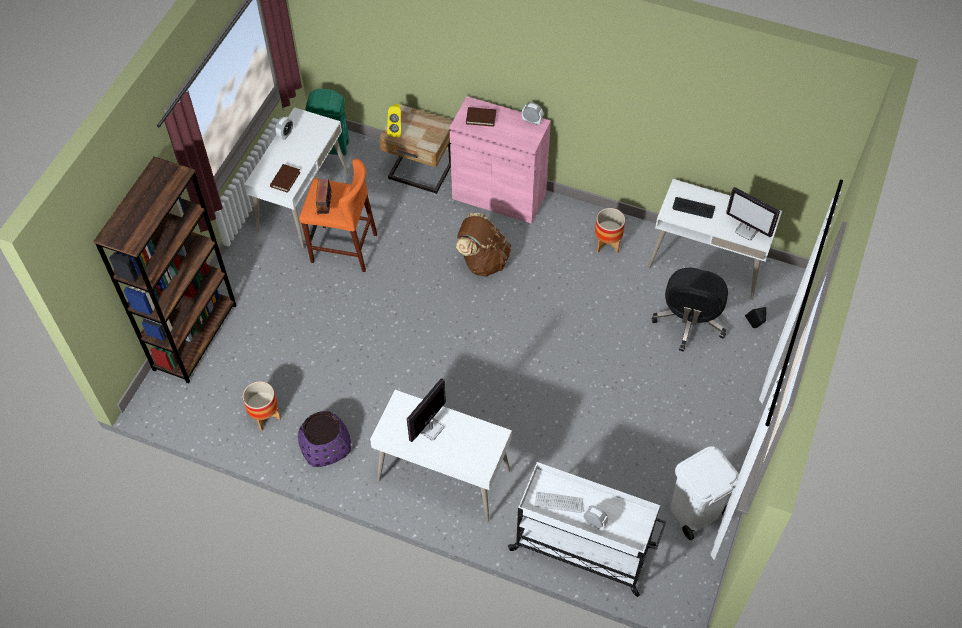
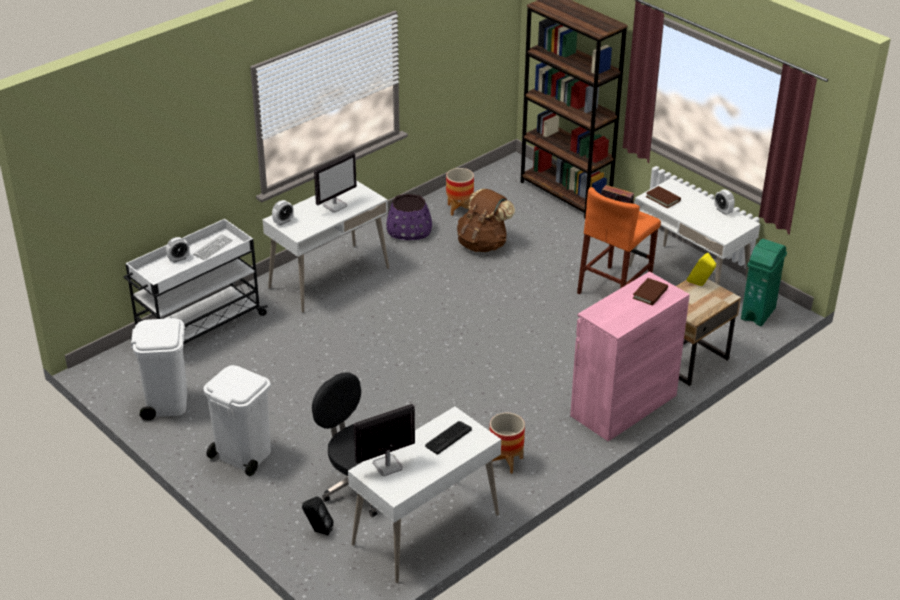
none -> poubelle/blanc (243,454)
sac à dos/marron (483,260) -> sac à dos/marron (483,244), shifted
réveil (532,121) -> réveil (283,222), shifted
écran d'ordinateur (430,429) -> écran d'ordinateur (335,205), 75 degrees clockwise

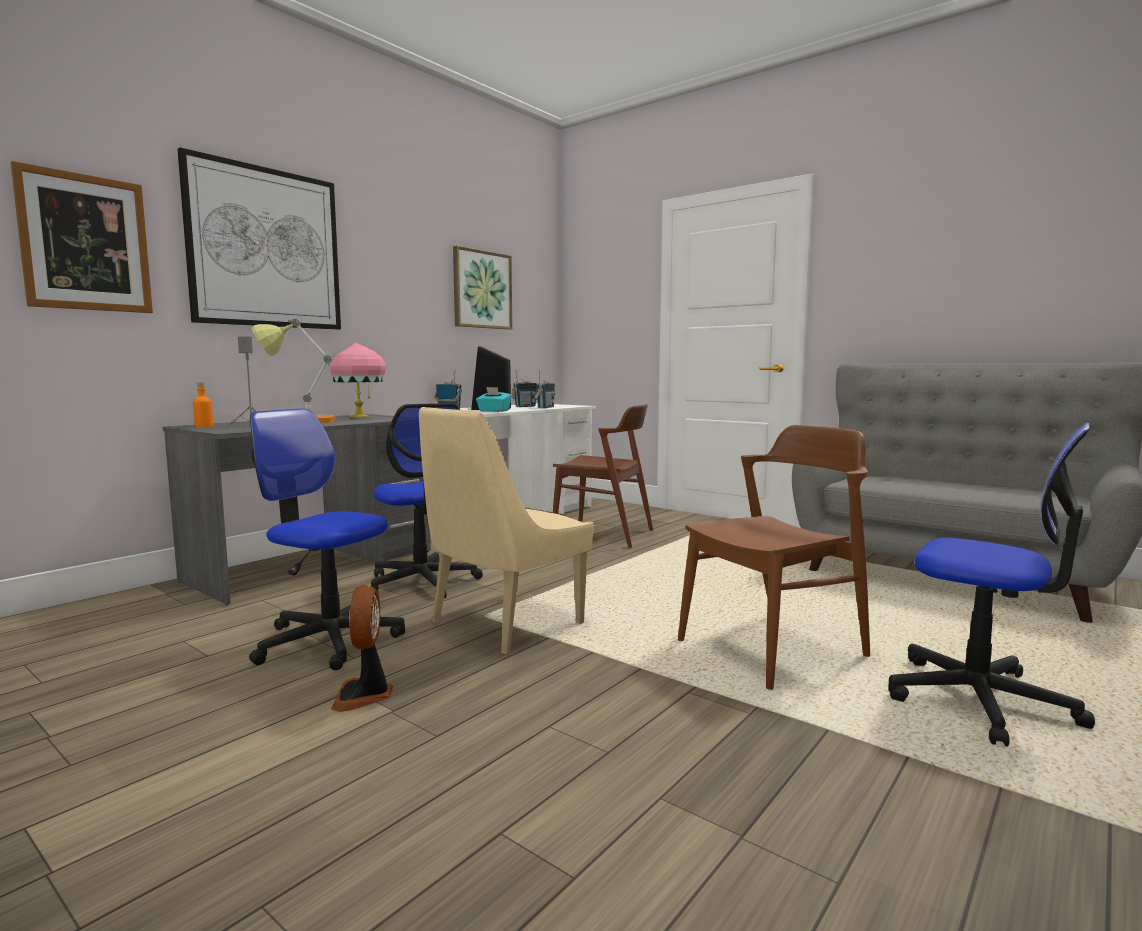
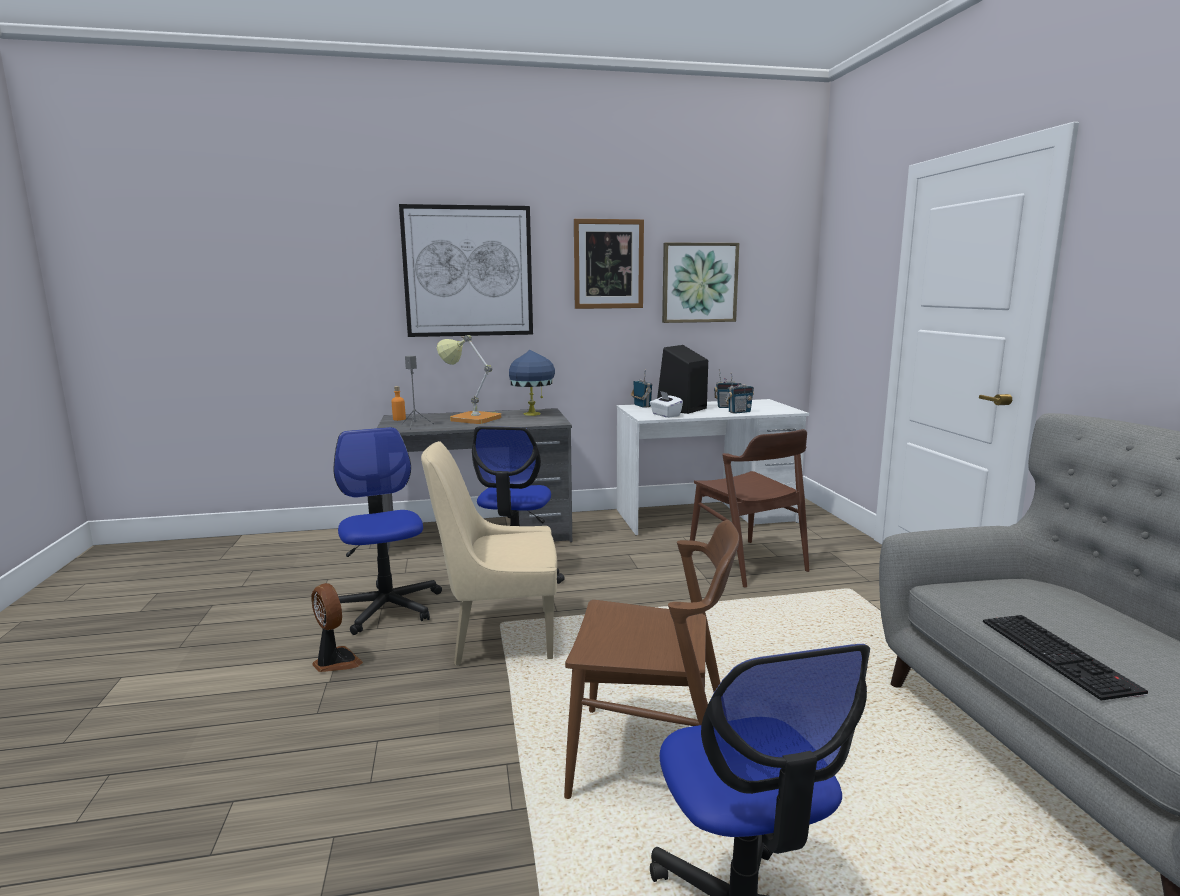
none -> clavier (1060,656)
tableau (86,243) -> tableau (608,264), shifted
lampe de table/rose (360,416) -> lampe de table/bleu (532,414)
boîte à mouchoirs/turquoise (493,411) -> boîte à mouchoirs/blanc (665,415)
ventilateur (364,695) -> ventilateur (335,662), 105 degrees clockwise

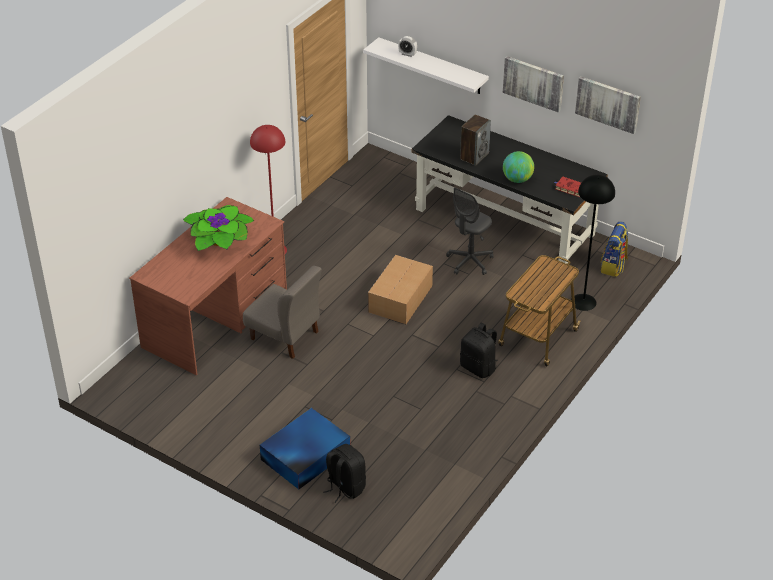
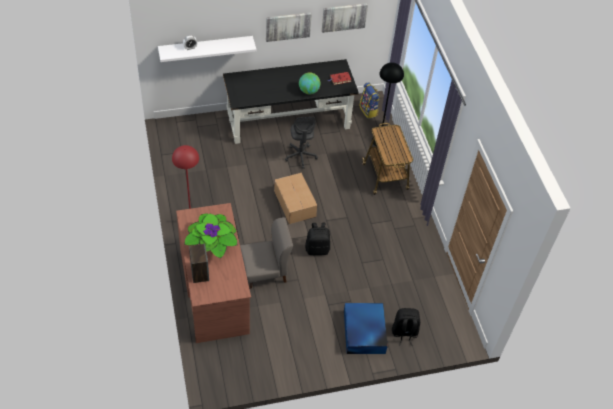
enceinte (474,156) -> enceinte (199,273), shifted
sac à dos/noir (479,367) -> sac à dos/noir (317,249), shifted

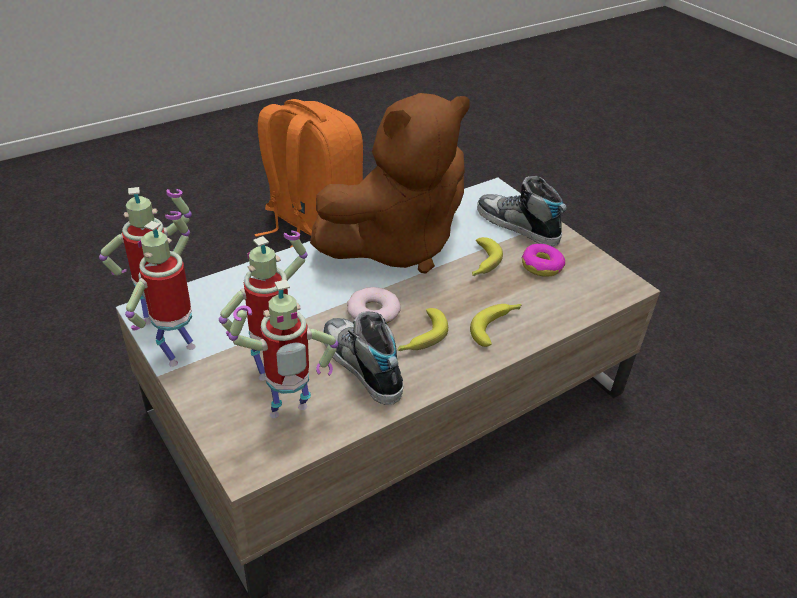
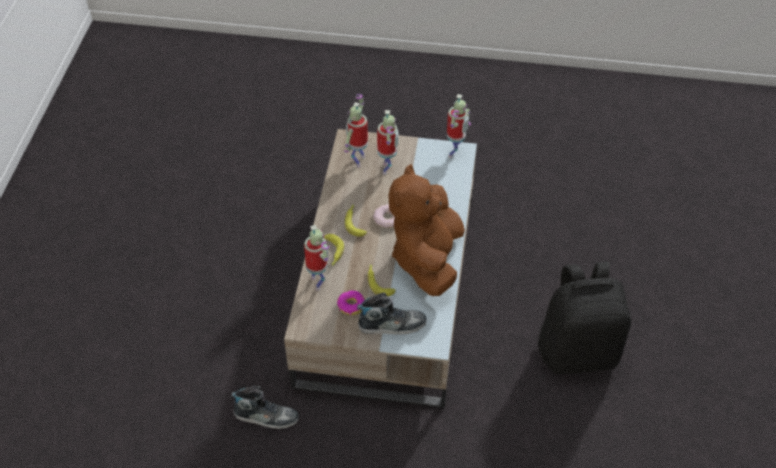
robot jouet (178,352) -> robot jouet (318,282), shifted
chaussure (361,365) -> chaussure (266,416), shifted
sac à dos/orange (310,226) -> sac à dos/noir (578,351)

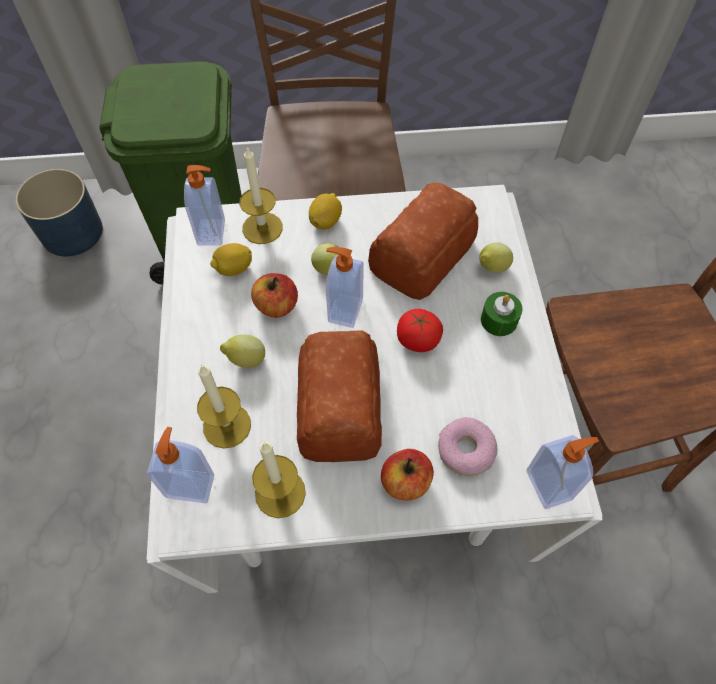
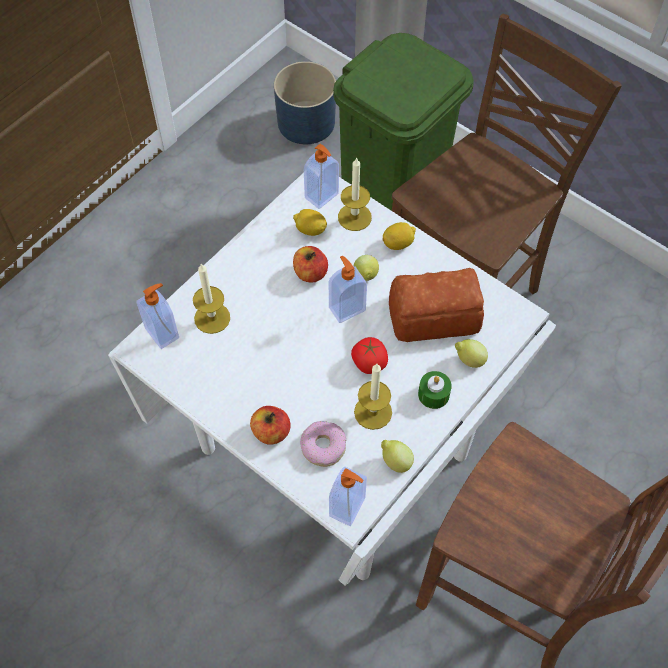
pain (341,404) -> none
citron (246,360) -> citron (395,461), shifted
bougie (280,493) -> bougie (373,412), shifted

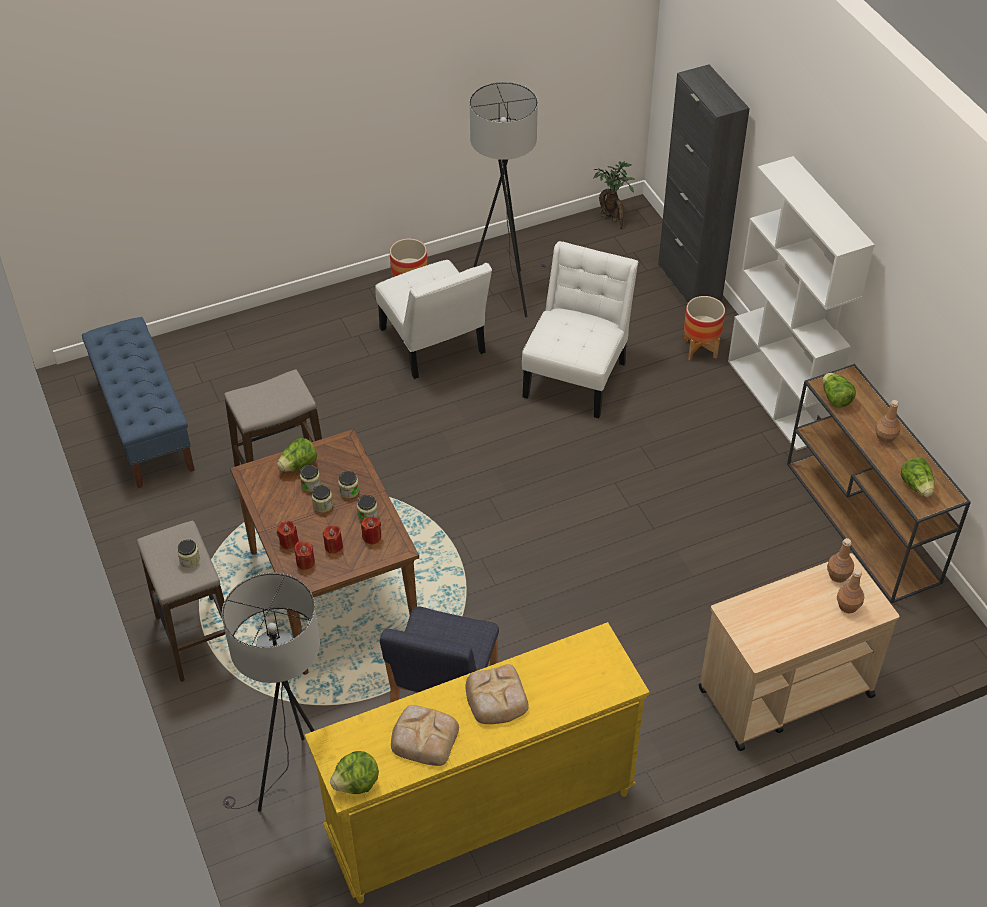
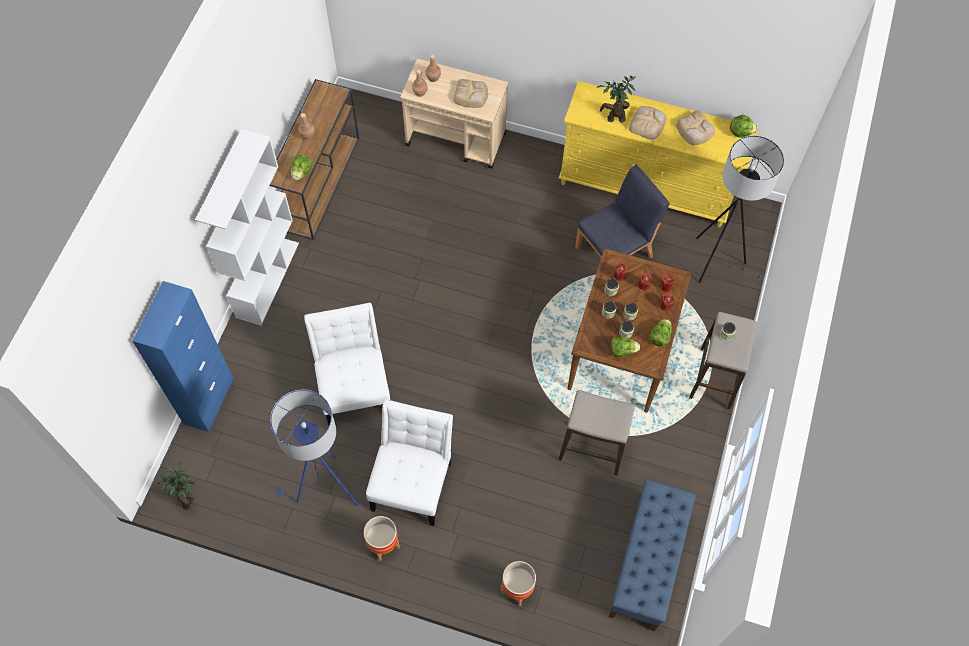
none -> pain (471,95)
none -> plante en pot (613,117)
cache-pot (700,349) -> cache-pot (517,589), shifted
laitue (916,486) -> laitue (660,337), shifted
lampadaire/gris (505,291) -> lampadaire/bleu (325,491)
meuble de rangement/noir (689,282) -> meuble de rangement/bleu (208,401)
chaise/blanc (577,375) -> chaise/blanc (354,386), 105 degrees clockwise

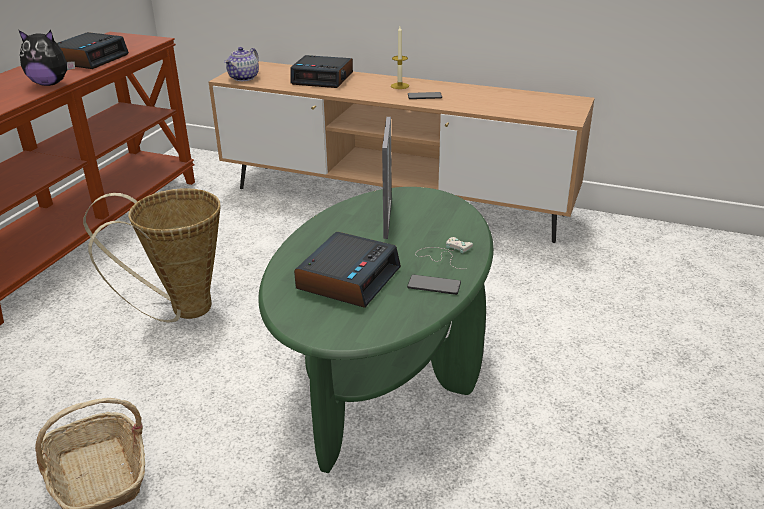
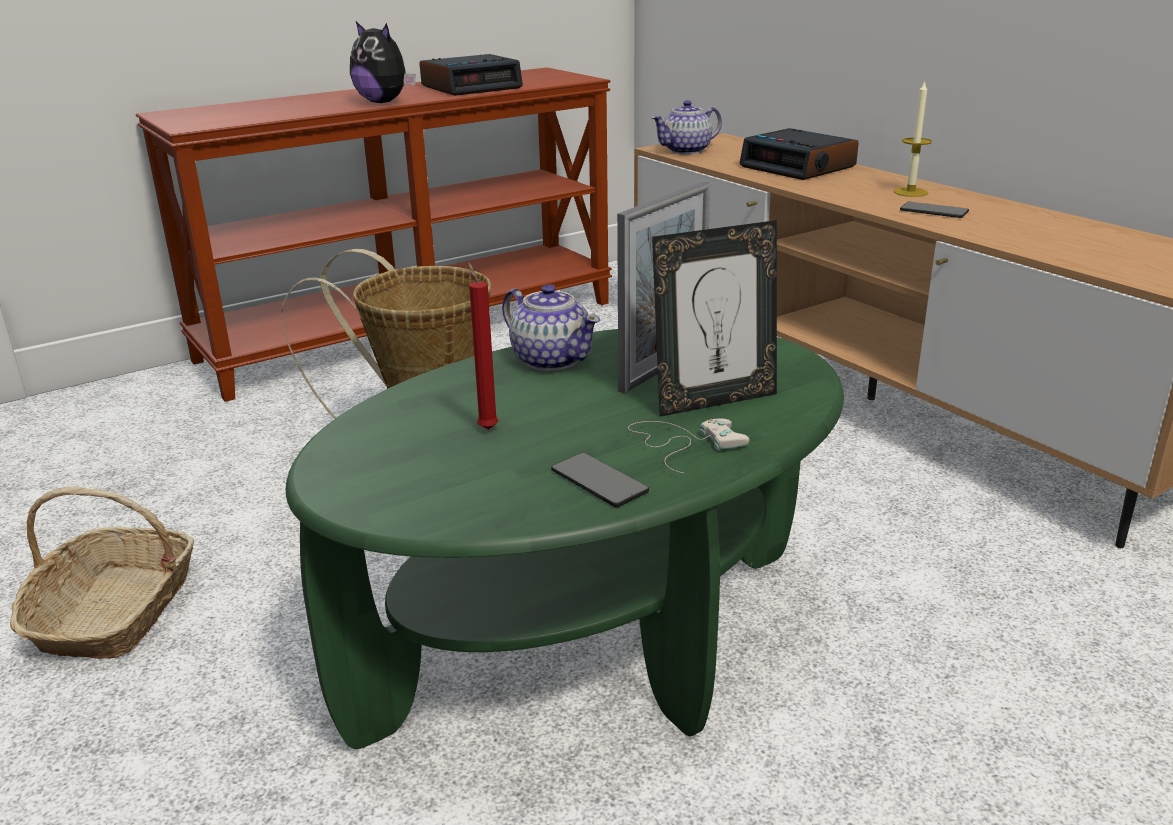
none -> théière (551,359)
none -> cadre photo (714,400)
réveil (348,278) -> bougie/rouge (486,428)

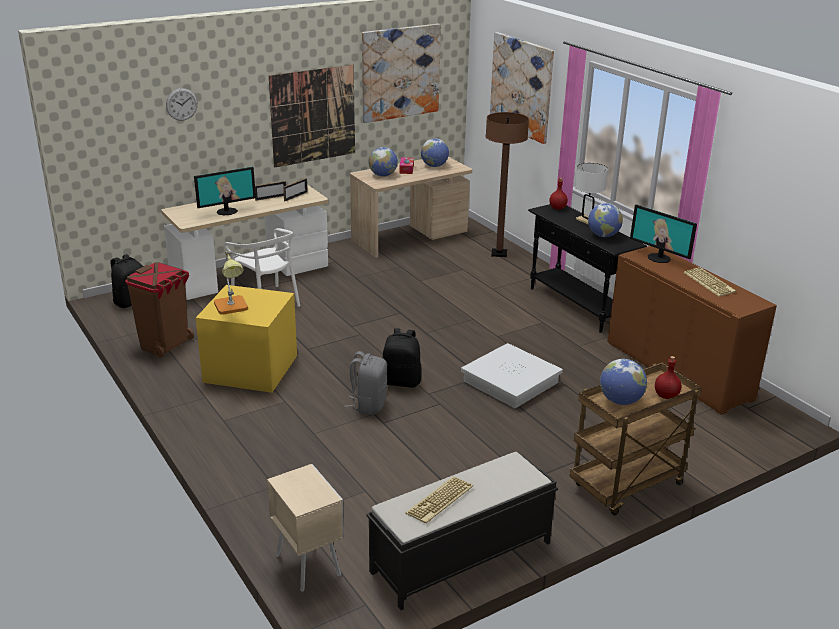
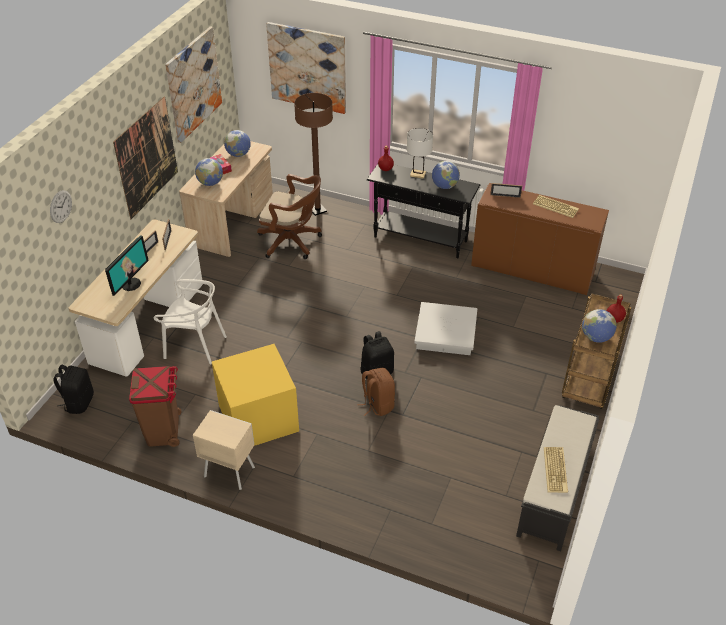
lampe de table (232,308) -> none
none -> chaise de bureau/marron (292,242)
table de chevet/beige (308,564) -> table de chevet/beige (228,471), shifted
écran d'ordinateur (659,258) -> cadre photo (505,196)
sac à dos/gris (368,405) -> sac à dos/marron (377,405)

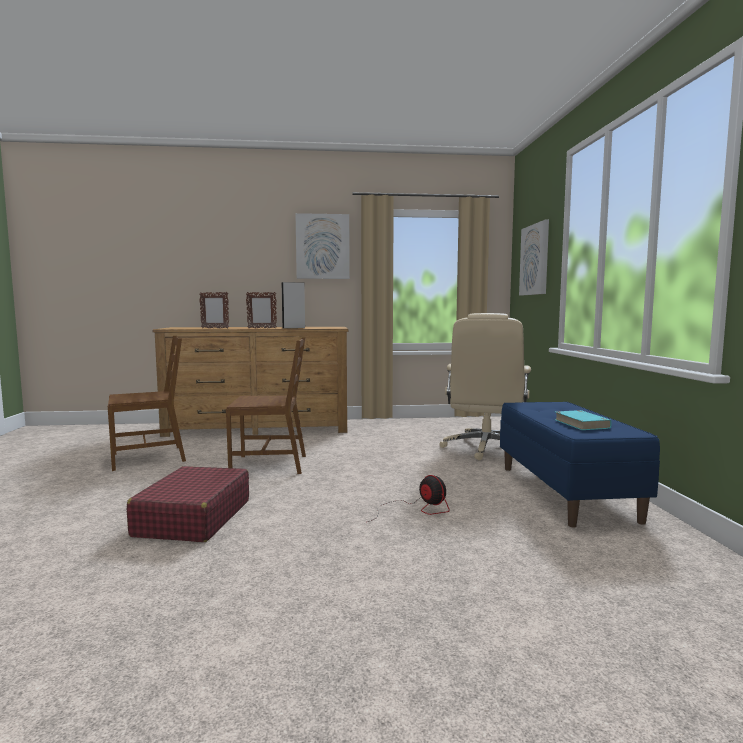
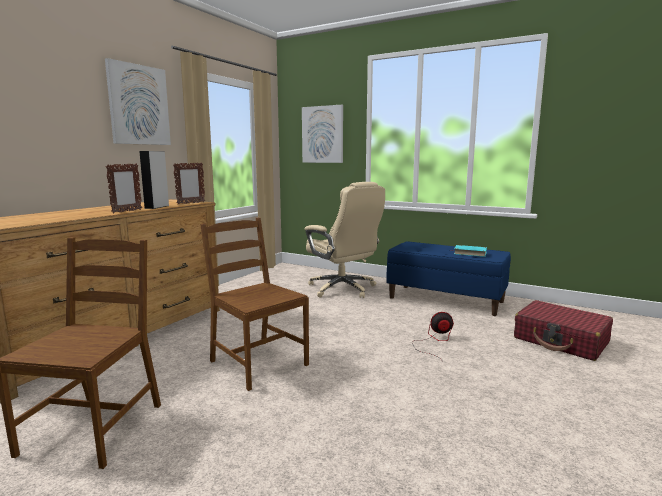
valise/rouge (193,518) -> valise/rouge (561,340), shifted
cadre photo (215,328) -> cadre photo (191,203), shifted
chaise/marron (270,464) -> chaise/marron (257,363), 75 degrees counterclockwise

